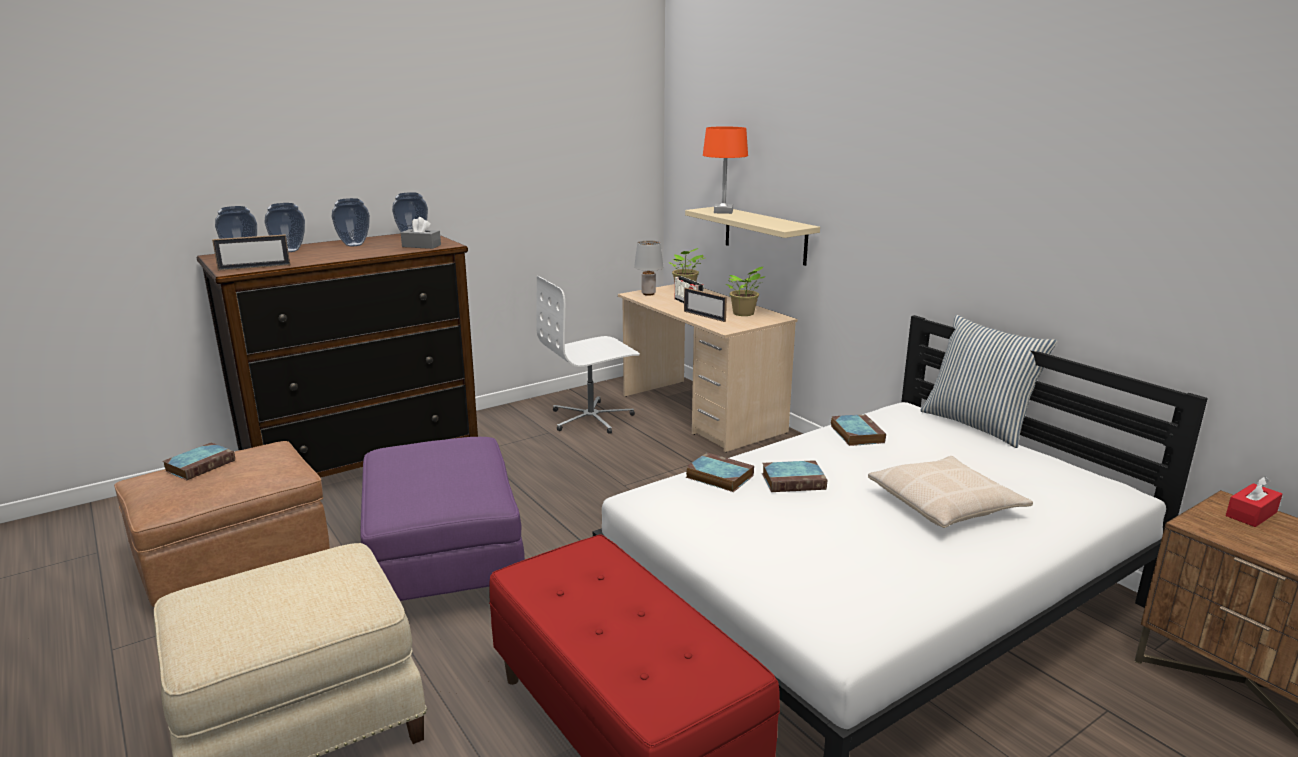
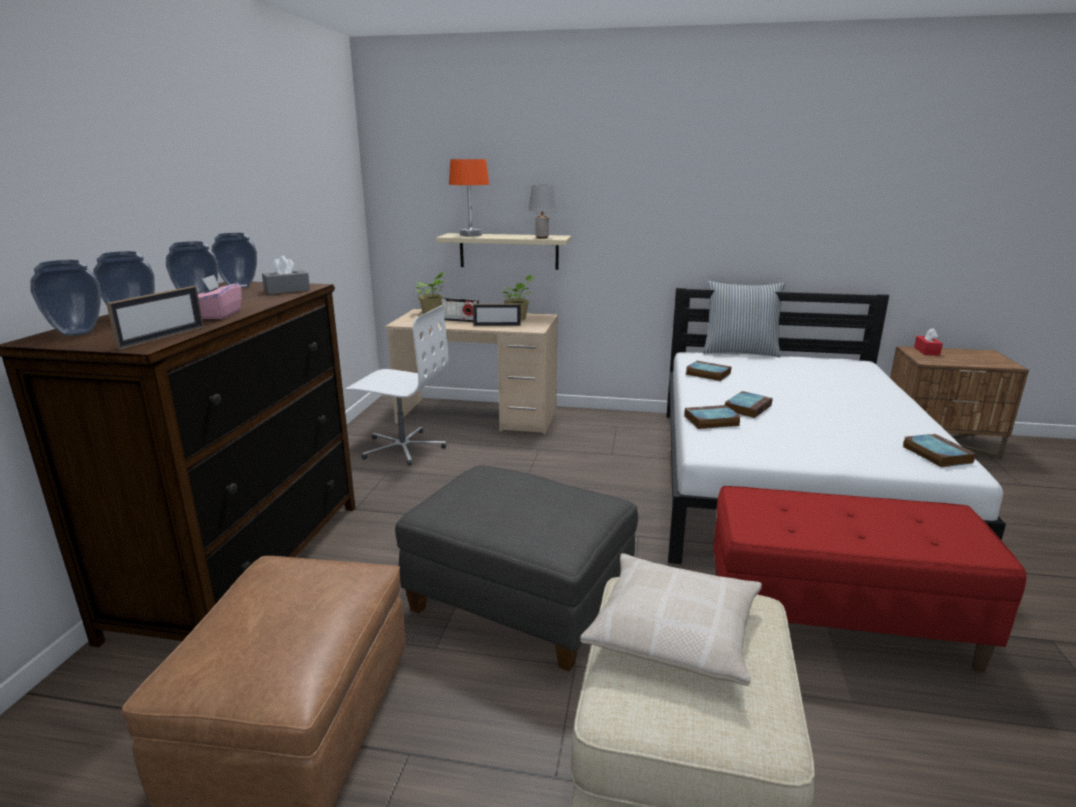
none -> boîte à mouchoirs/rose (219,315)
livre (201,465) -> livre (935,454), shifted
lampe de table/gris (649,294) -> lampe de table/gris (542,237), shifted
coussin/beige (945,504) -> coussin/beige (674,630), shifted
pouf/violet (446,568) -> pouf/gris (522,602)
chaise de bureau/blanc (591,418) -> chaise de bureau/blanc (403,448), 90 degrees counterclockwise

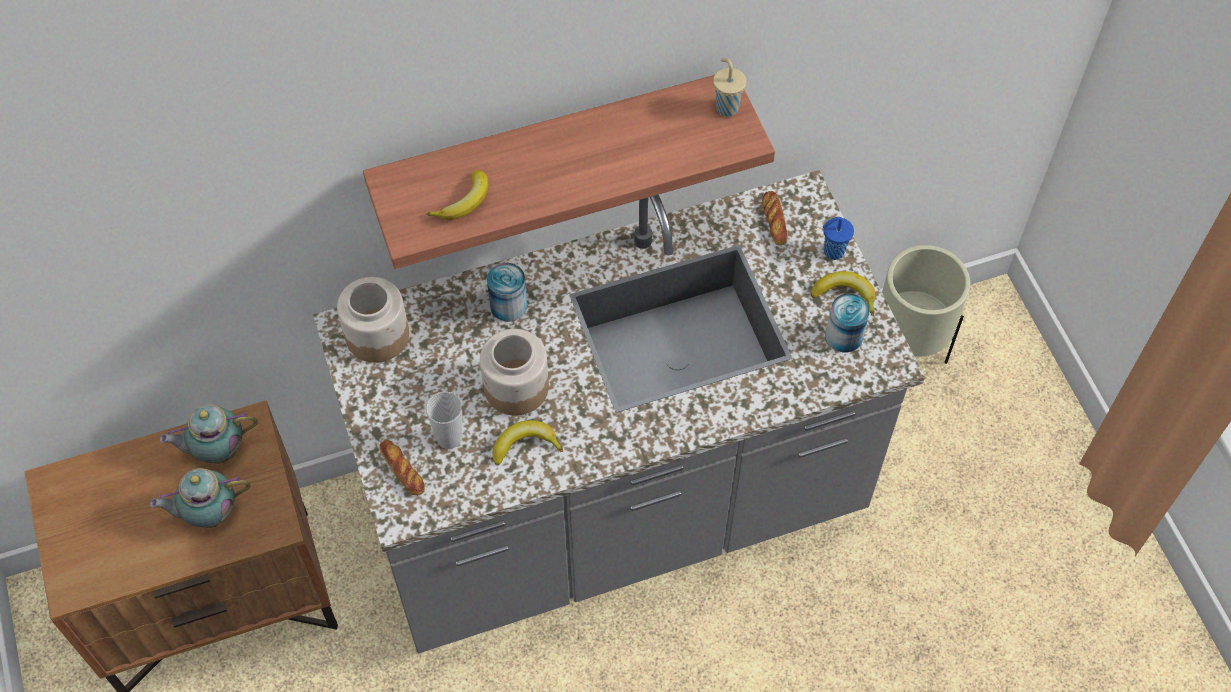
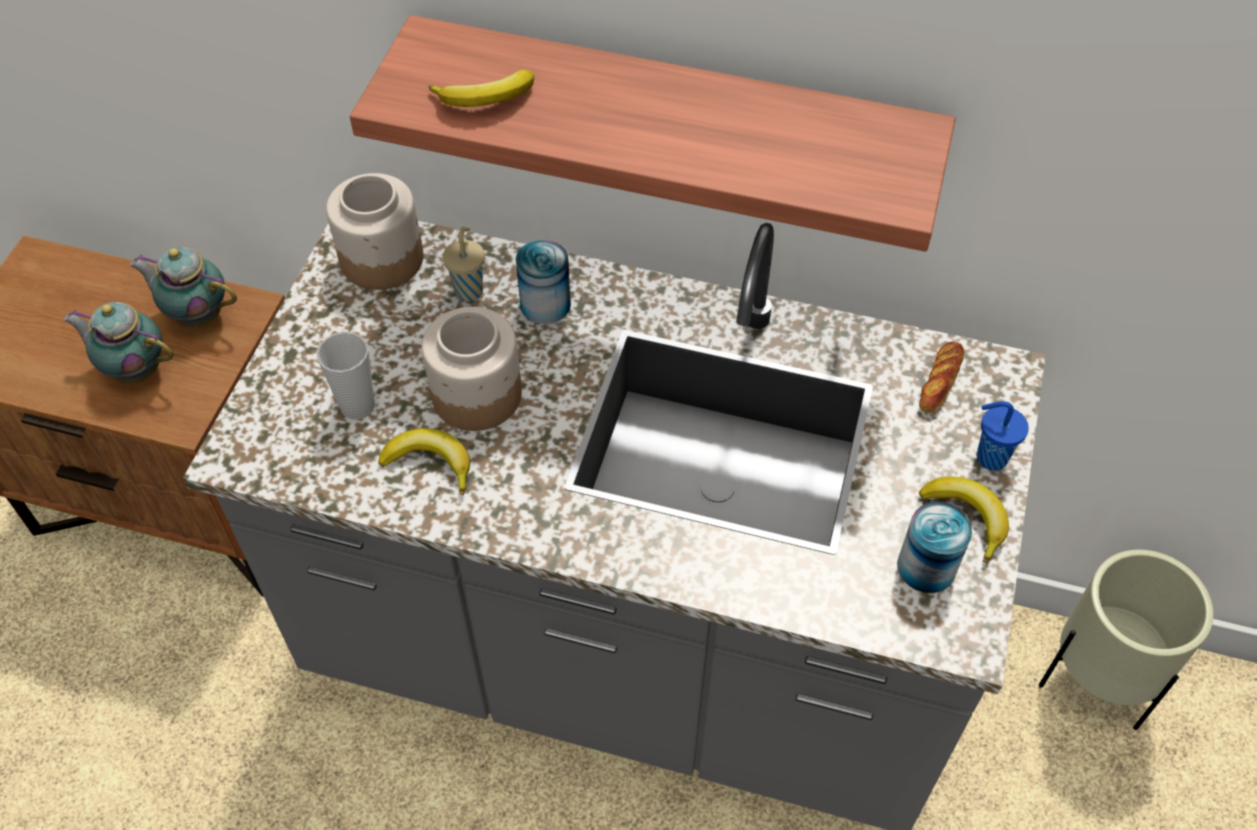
pain (402,470) -> none
tasse/beige (726,107) -> tasse/beige (469,290), shifted

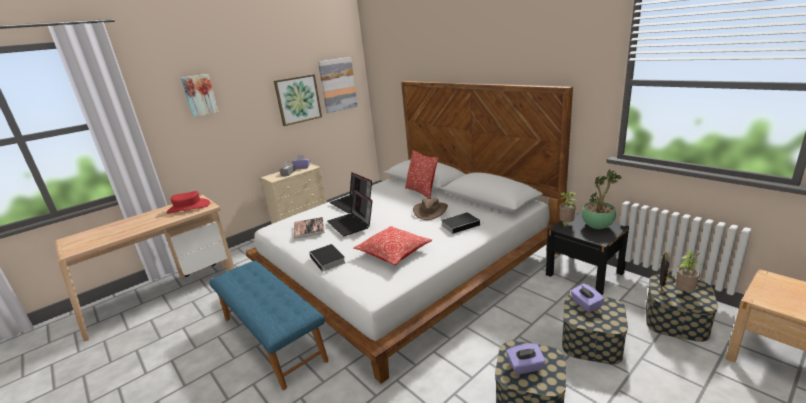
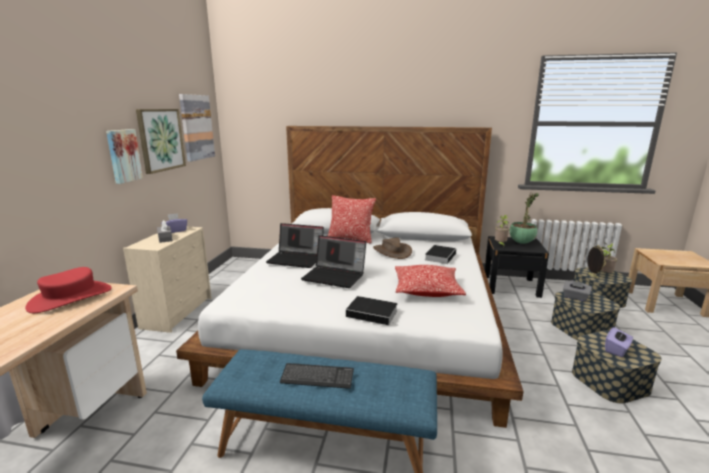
livre (309,228) -> none
none -> clavier (317,377)
tableau (199,95) -> tableau (123,155), shifted
boîte à mouchoirs/violet (585,305) -> boîte à mouchoirs/gris (575,297)

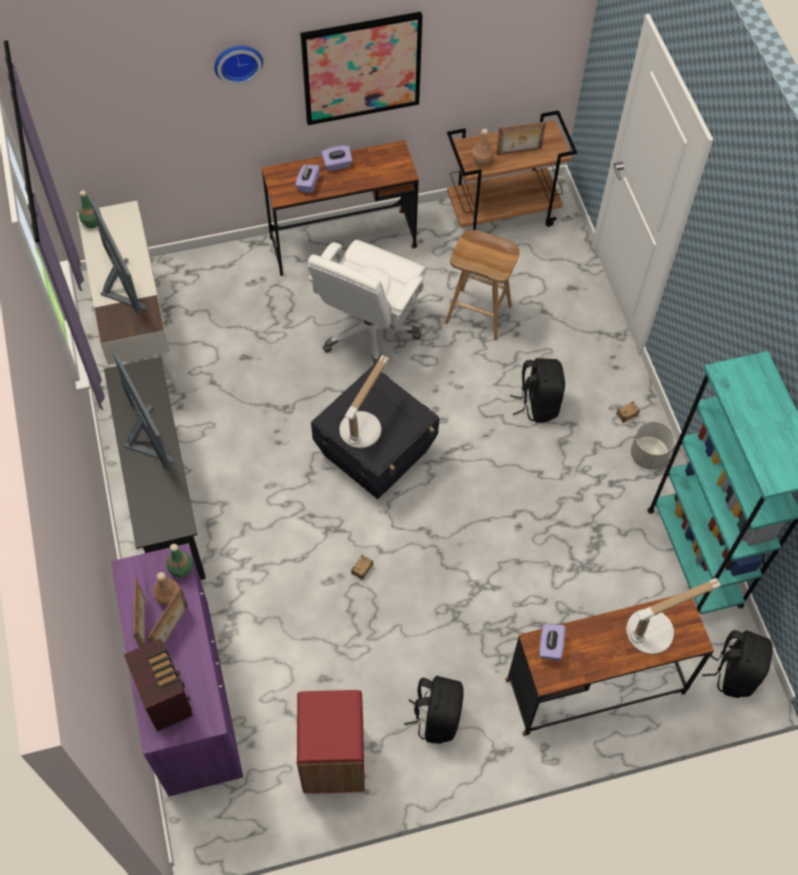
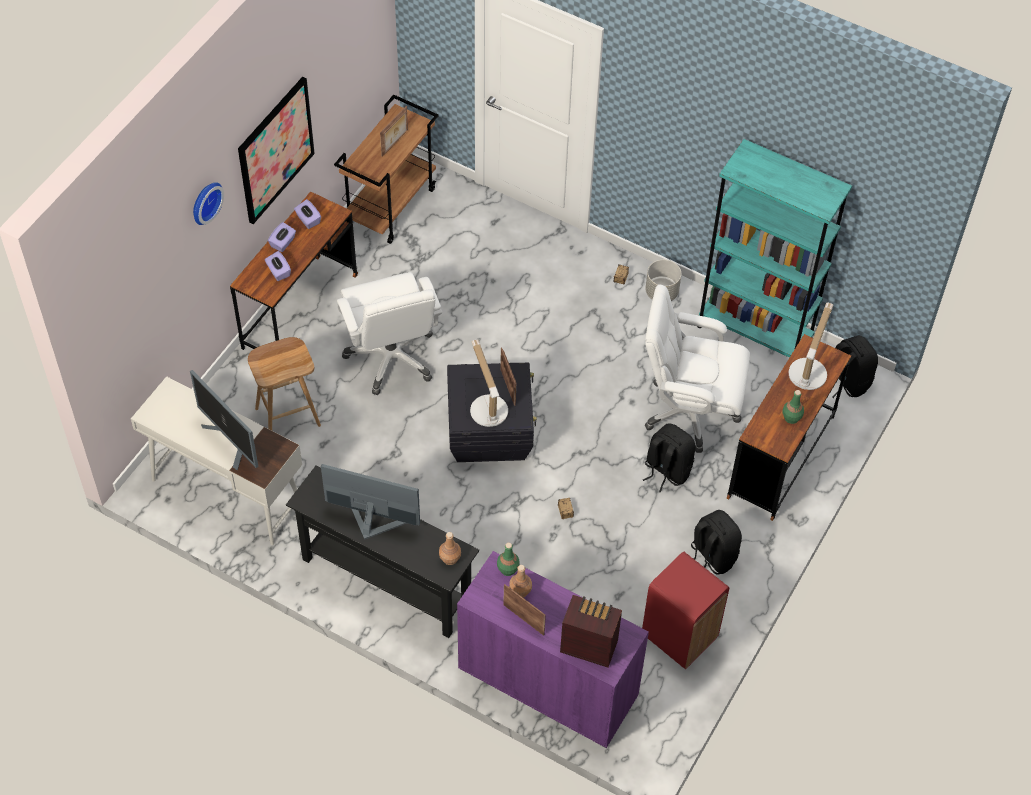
none -> chaise de bureau/blanc (689,412)
bouteille/vert (91,222) -> bouteille/vert (791,417), shifted
cadre photo (172,630) -> cadre photo (508,387), shifted
tabouret/marron (479,314) -> tabouret/marron (288,416), shifted
bouteille/marron (481,161) -> bouteille/marron (449,558), shifted
sac à dos/noir (537,404) -> sac à dos/noir (666,470), shifted
boîte à mouchoirs/violet (550,646) -> boîte à mouchoirs/violet (308,220), shifted
écran d'ordinateur (121,287) -> écran d'ordinateur (232,442), 150 degrees counterclockwise

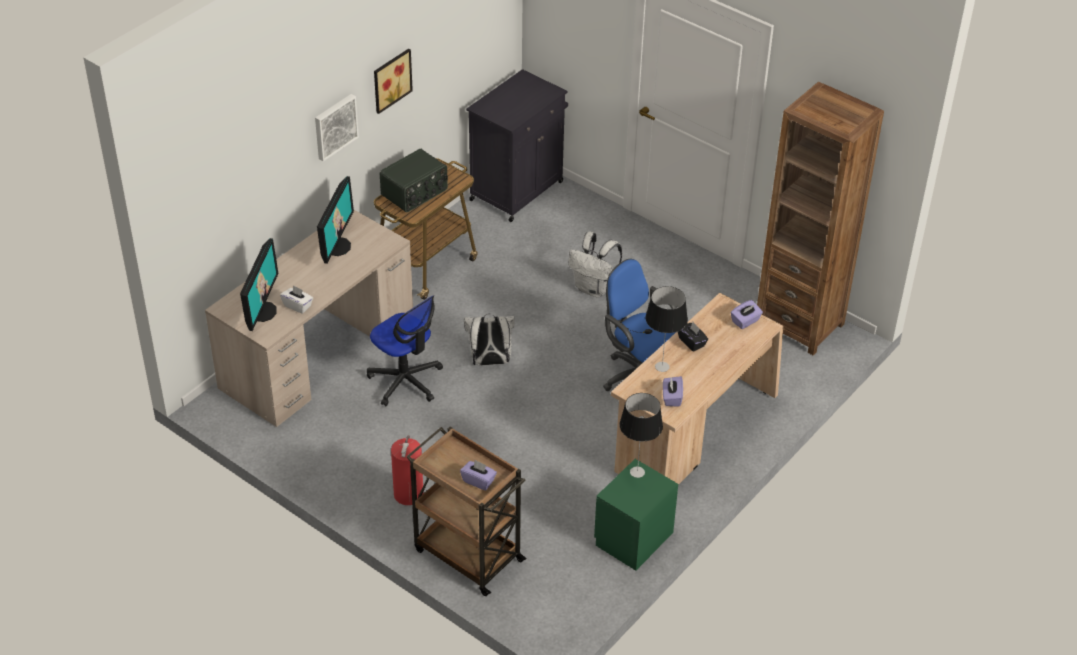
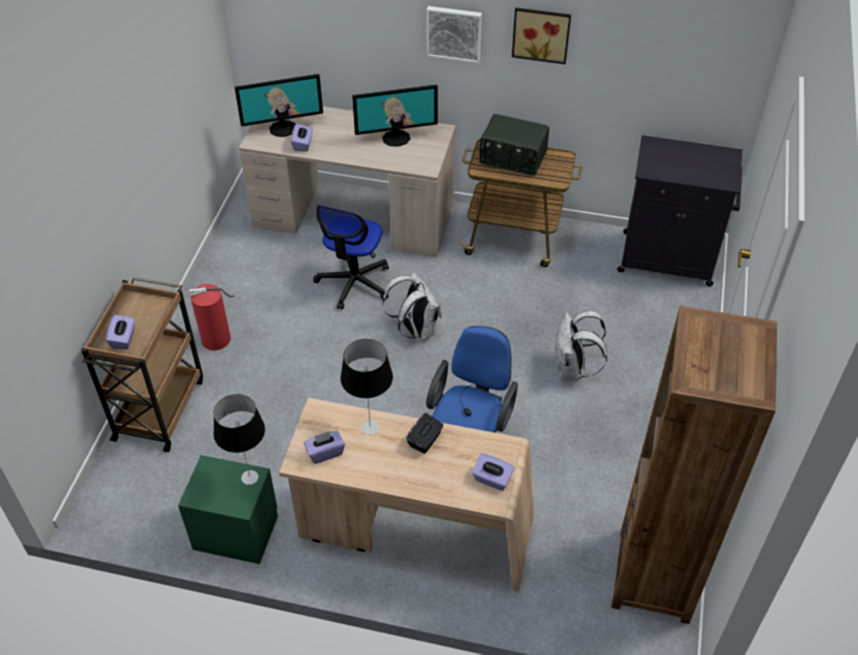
boîte à mouchoirs/blanc (297,305) -> boîte à mouchoirs/violet (303,144)

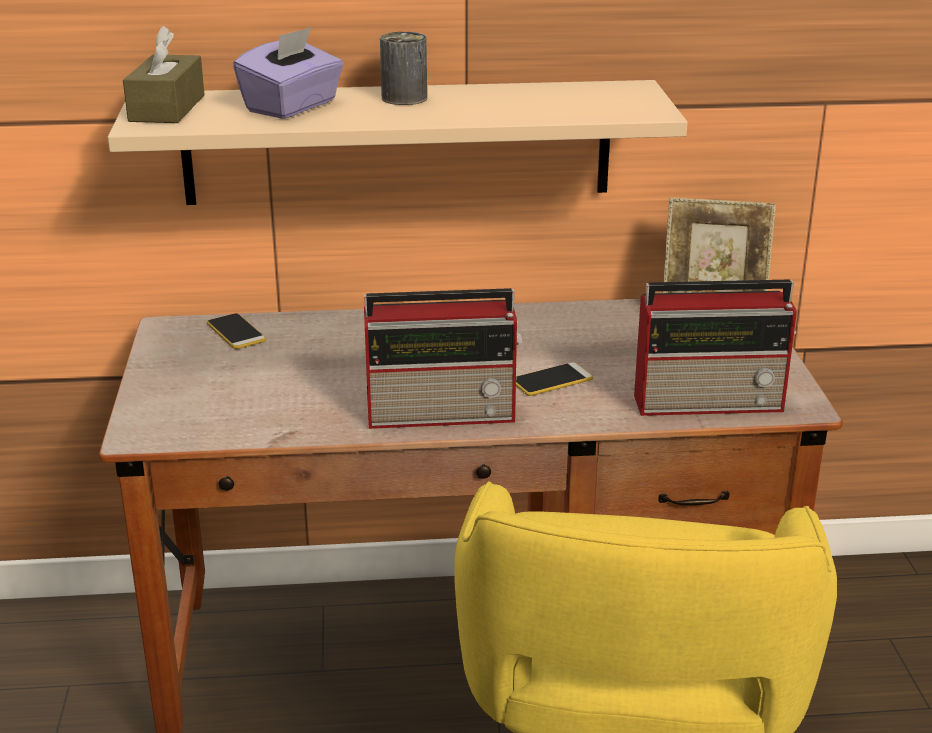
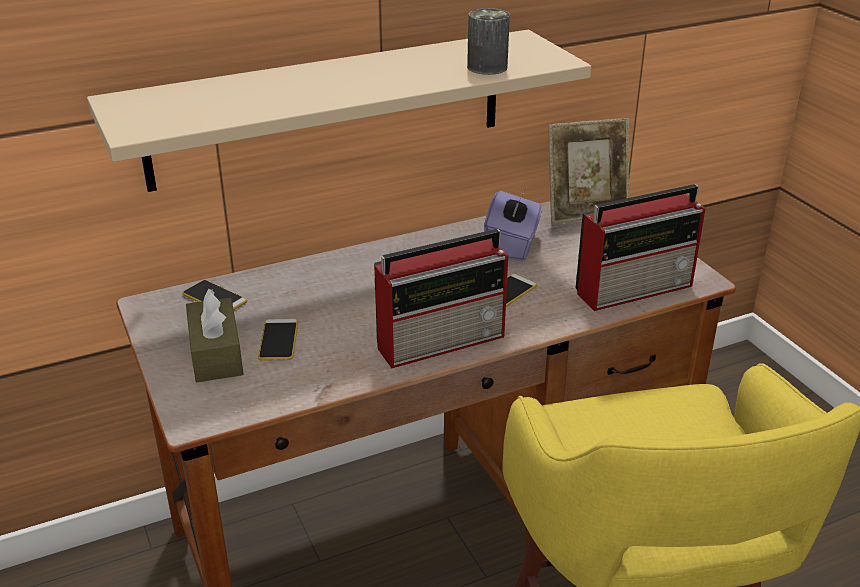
none -> téléphone (278,340)
boîte à mouchoirs/marron (167,108) -> boîte à mouchoirs/marron (216,354), shifted
boîte à mouchoirs/violet (292,107) -> boîte à mouchoirs/violet (512,245), shifted
boîte métallique (404,98) -> boîte métallique (487,67), shifted

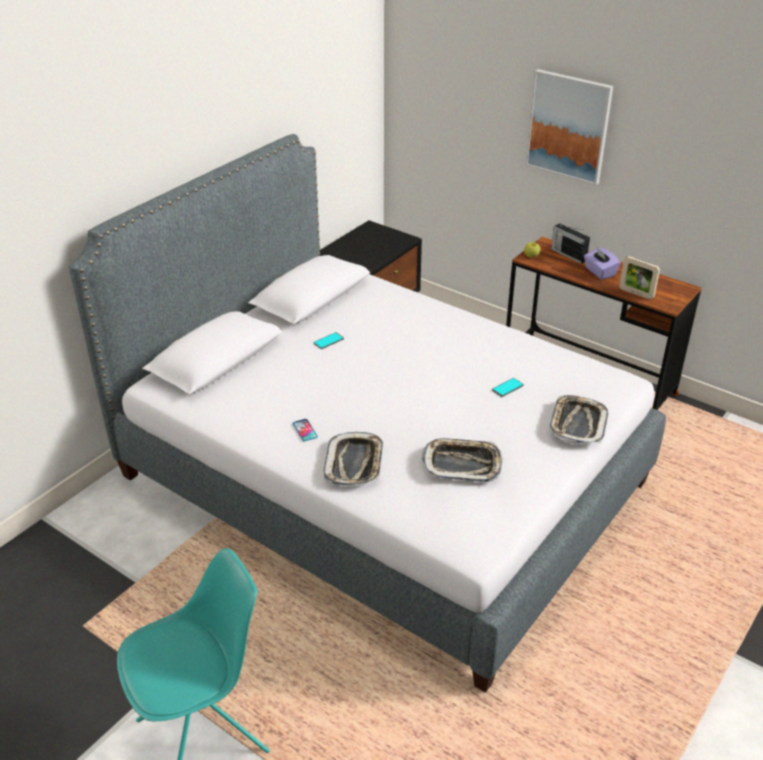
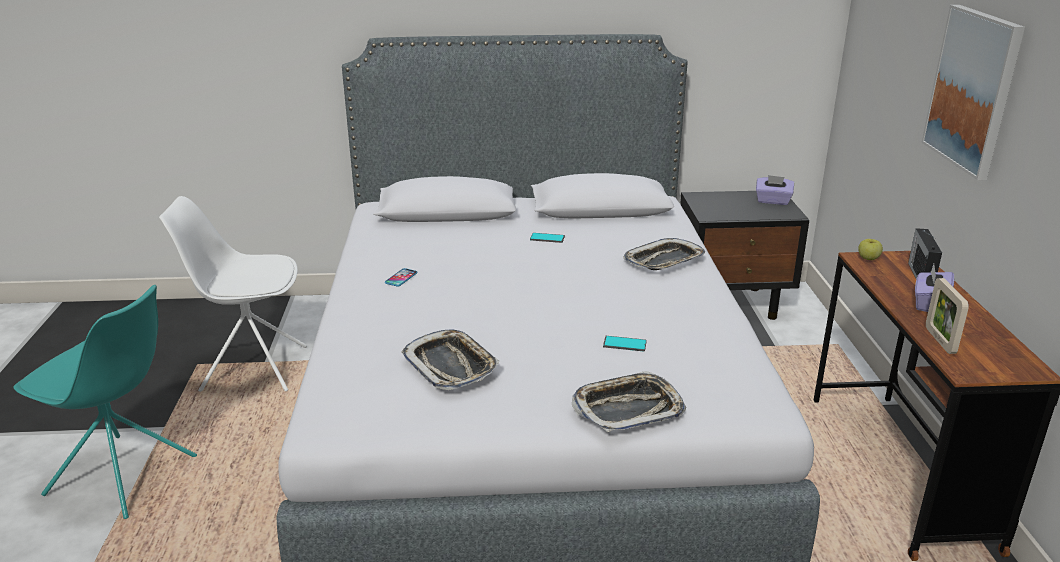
none -> chaise/blanc (252,368)
none -> boîte à mouchoirs/violet (773,201)
plateau (354,463) -> plateau (664,261), shifted

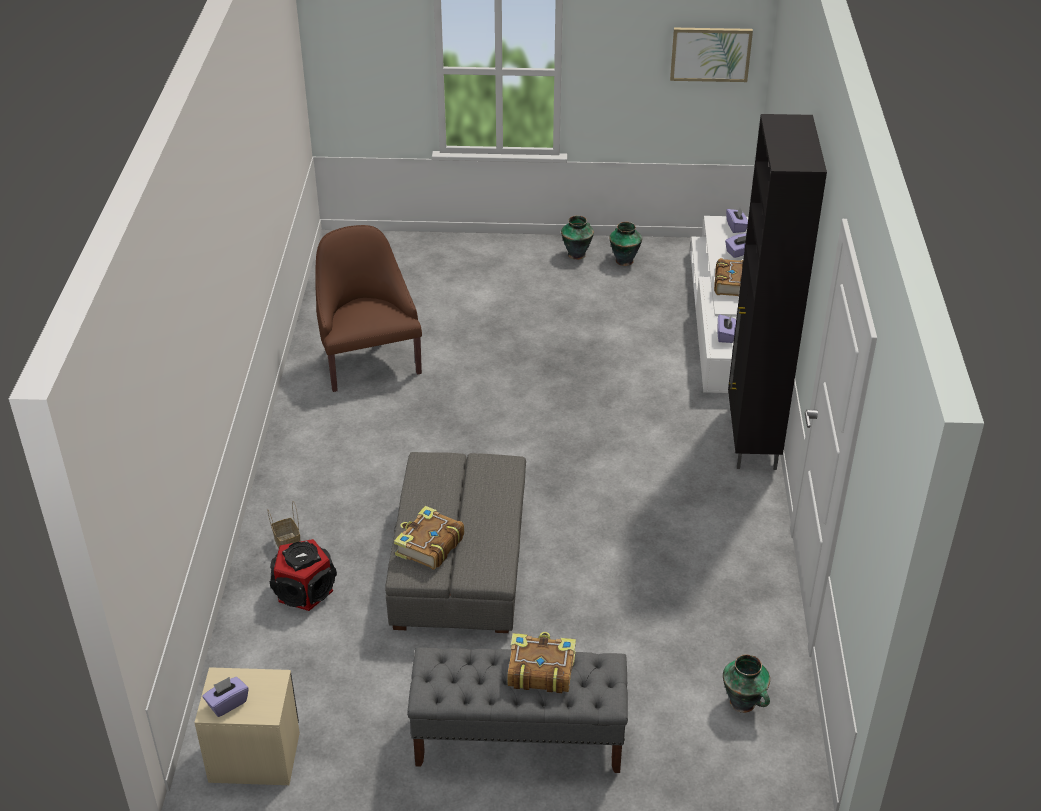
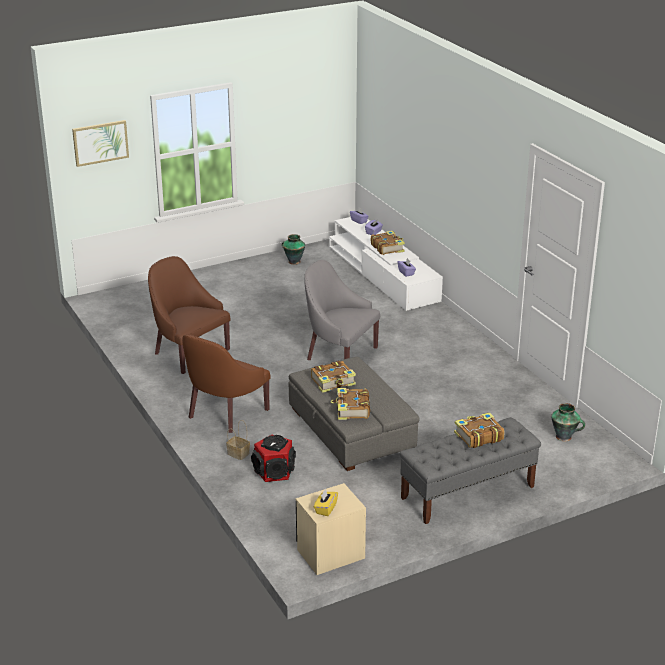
vase (577,254) -> none
meuble de rangement/noir (751,439) -> none
none -> fauteuil/marron (224,413)
none -> fauteuil/gris (339,354)
none -> livre (333,382)
tableau (710,54) -> tableau (100,142), shifted
boîte à mouchoirs/violet (227,703) -> boîte à mouchoirs/jaune (325,509)

